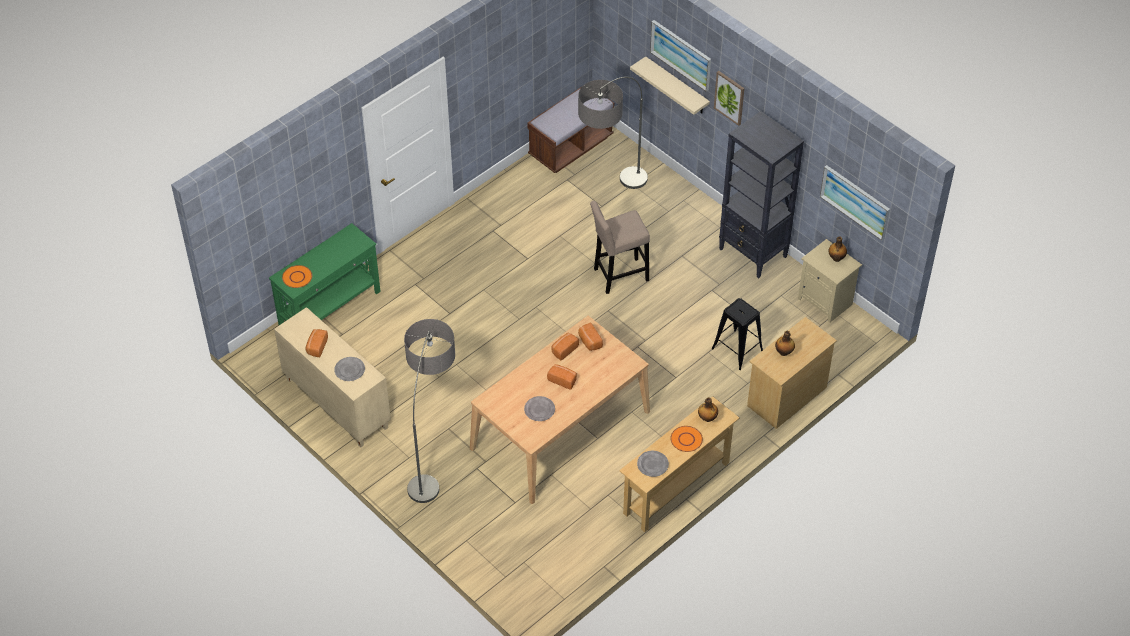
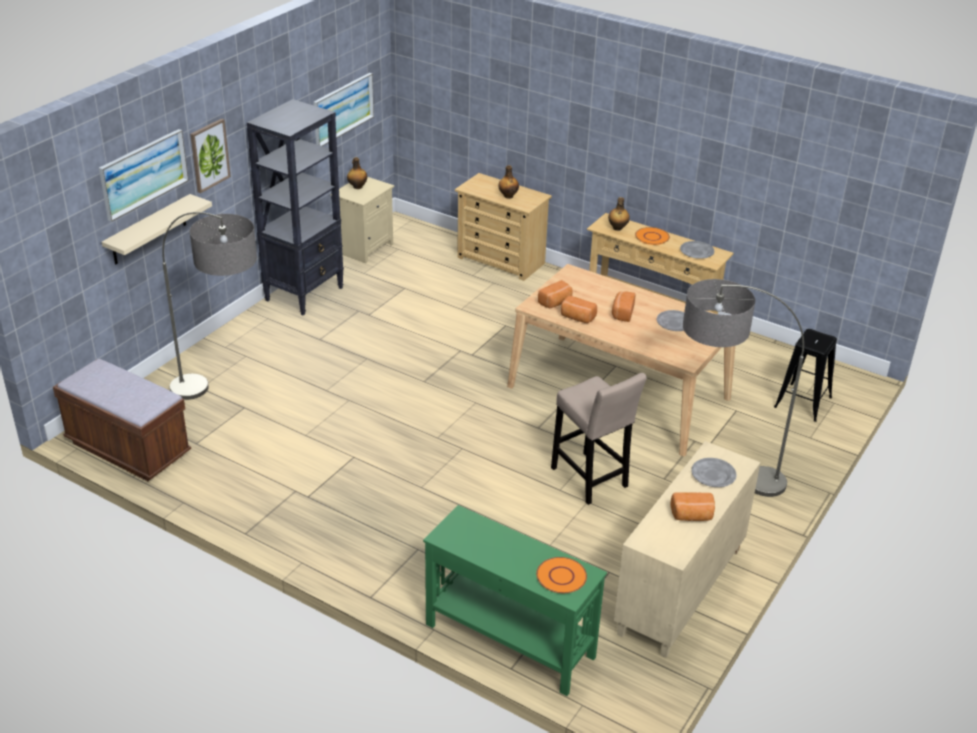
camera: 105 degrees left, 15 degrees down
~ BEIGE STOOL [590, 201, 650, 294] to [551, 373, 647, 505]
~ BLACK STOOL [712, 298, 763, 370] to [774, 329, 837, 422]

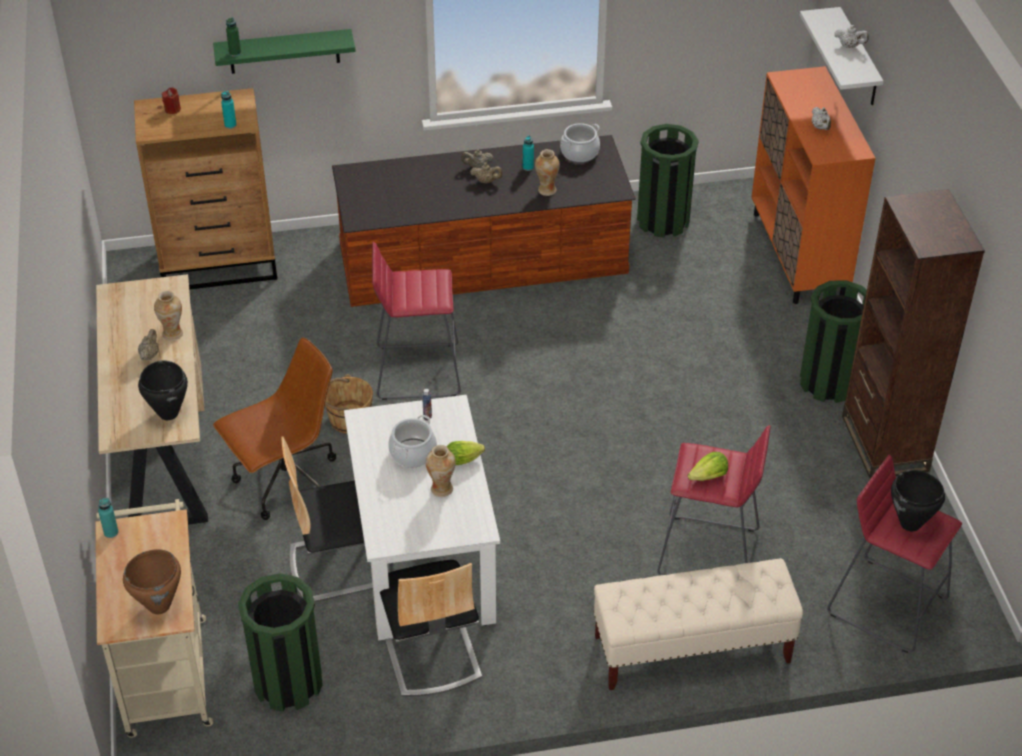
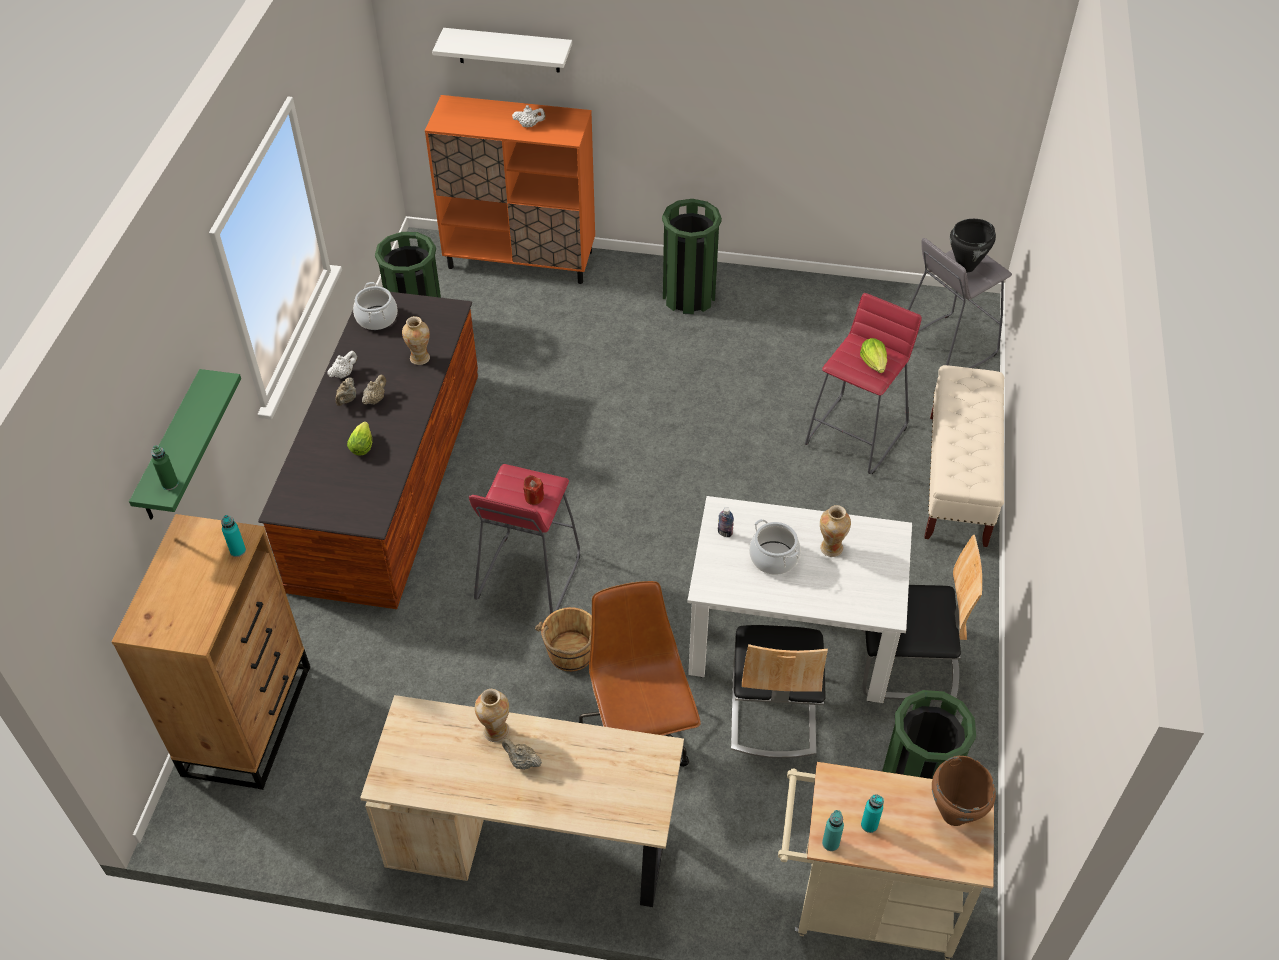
camera: 70 degrees left, 5 degrees up
~ WHITE TEAPOT [834, 25, 869, 48] to [328, 351, 357, 379]
~ RED CANDLE [162, 87, 181, 114] to [523, 475, 544, 505]
~ TURQUOISE BOTTLE [523, 136, 534, 171] to [861, 795, 884, 833]
- BROWN BOOKCASE [842, 189, 985, 479]
- BLACK COOKING POT [138, 360, 188, 420]
~ LETTUCE [447, 441, 485, 465] to [347, 422, 372, 456]
~ RED STOOL [827, 454, 962, 653] to GREY STOOL [908, 238, 1012, 369]

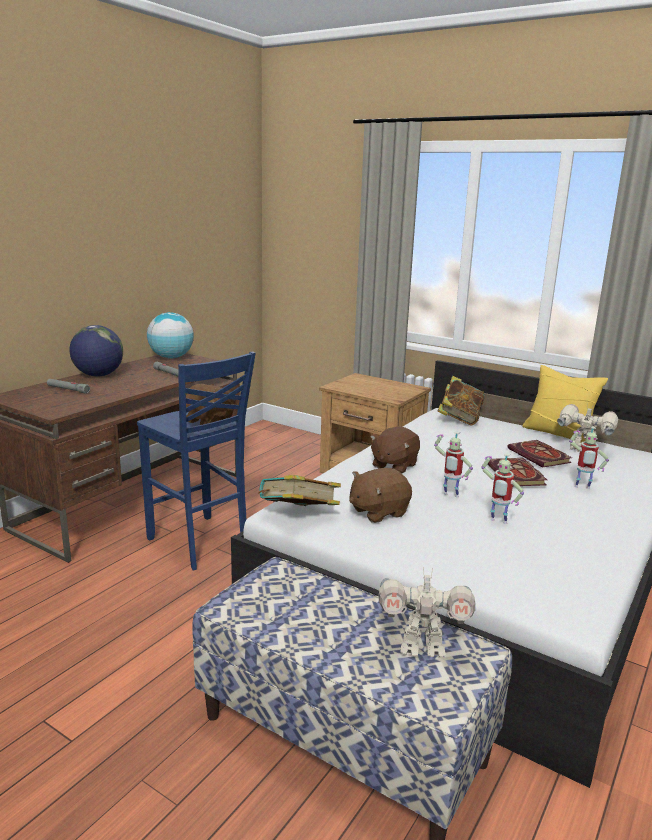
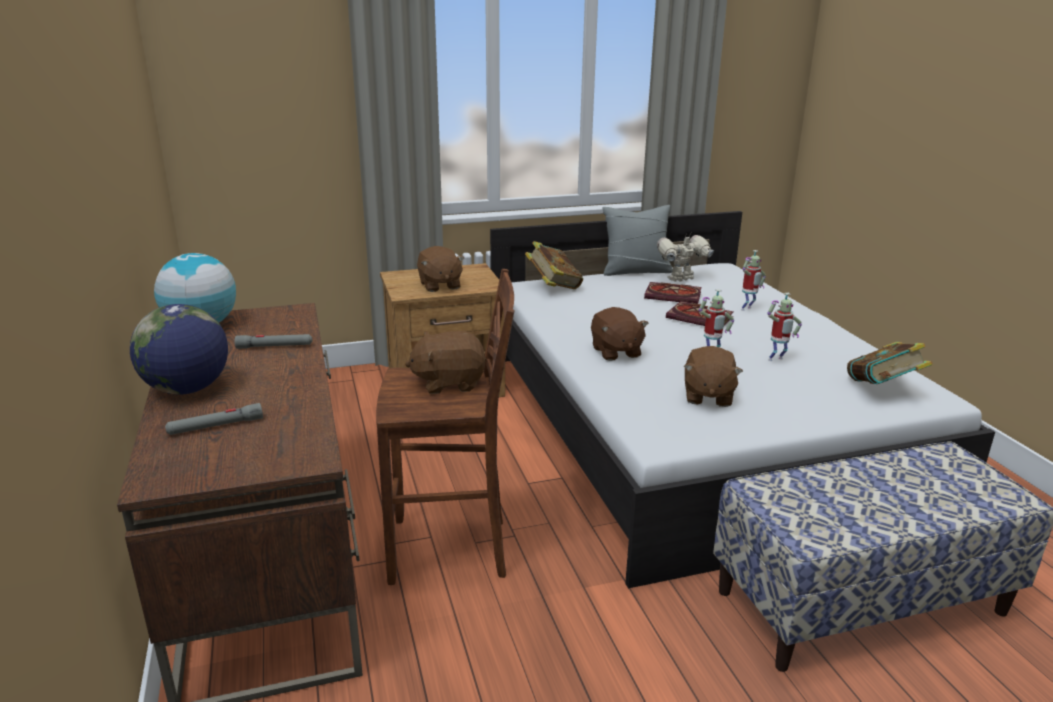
camera: 50 degrees left, 5 degrees up
~ BLUE STOOL [137, 352, 256, 570] to BROWN STOOL [376, 269, 514, 585]
~ YELLOW PILLOW [522, 365, 608, 443] to GREY PILLOW [603, 205, 673, 276]
~ BOOK [258, 475, 341, 506] to [847, 342, 933, 384]
- TOY ROBOT [379, 568, 475, 657]
+ BROWN PLUSH TOY [417, 246, 464, 292]

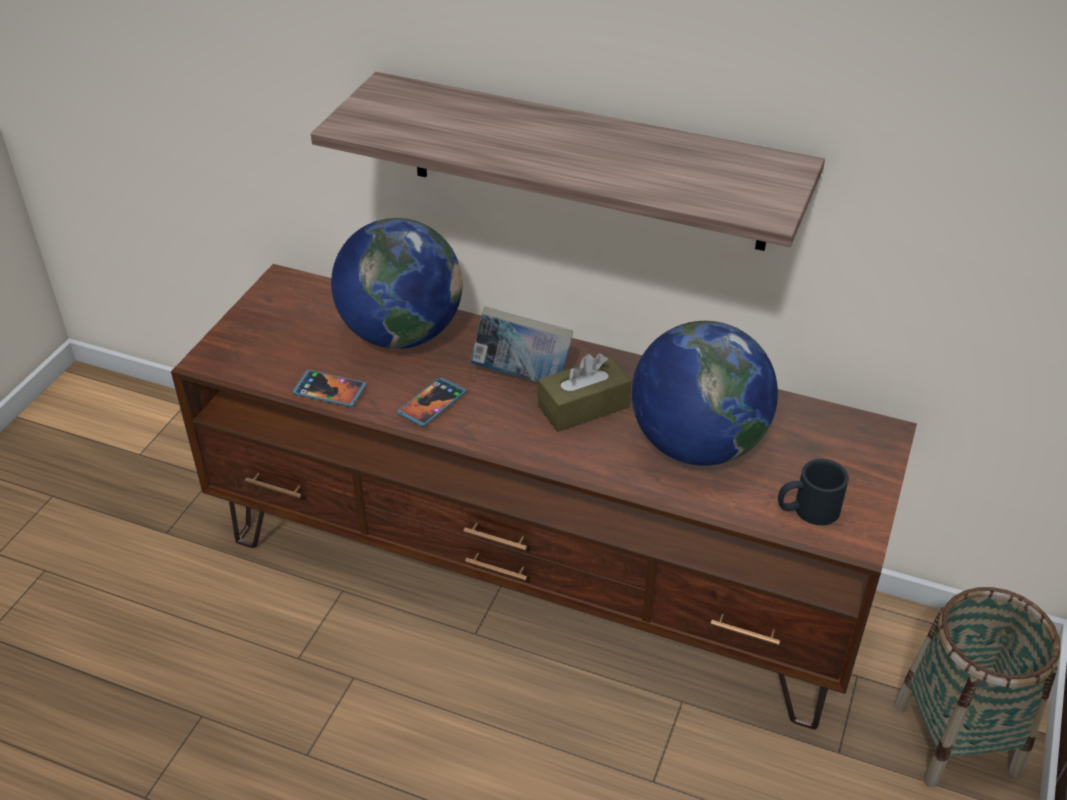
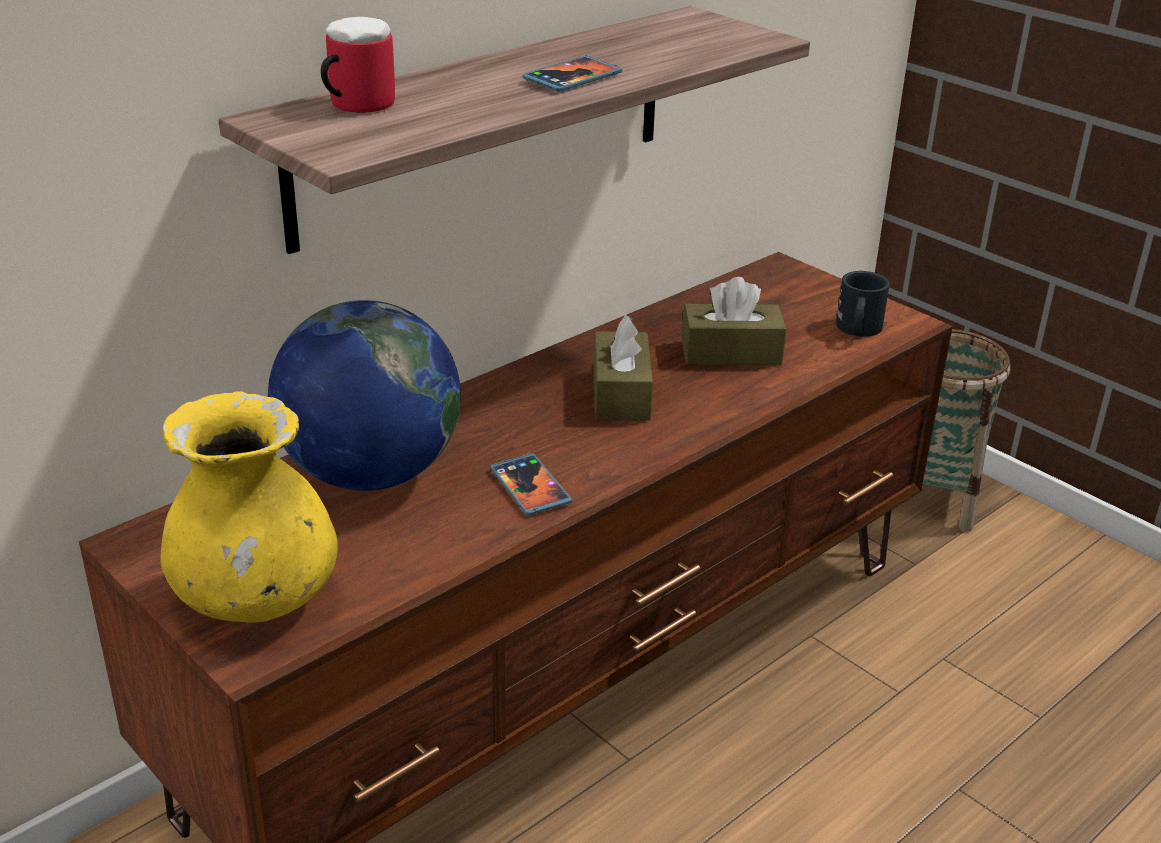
camera: 65 degrees left, 10 degrees down
- BOOK [470, 306, 573, 382]
~ GLOBE [632, 321, 778, 466] to BROWN TISSUE BOX [682, 277, 786, 365]
~ PHONE [292, 370, 367, 407] to [523, 56, 622, 92]
+ MUG [321, 17, 395, 113]
+ YELLOW VASE [160, 392, 338, 623]

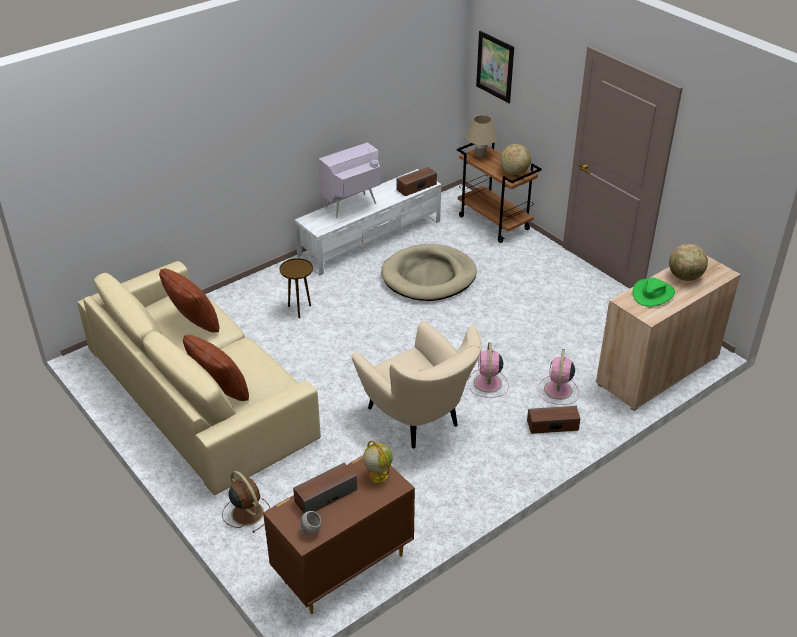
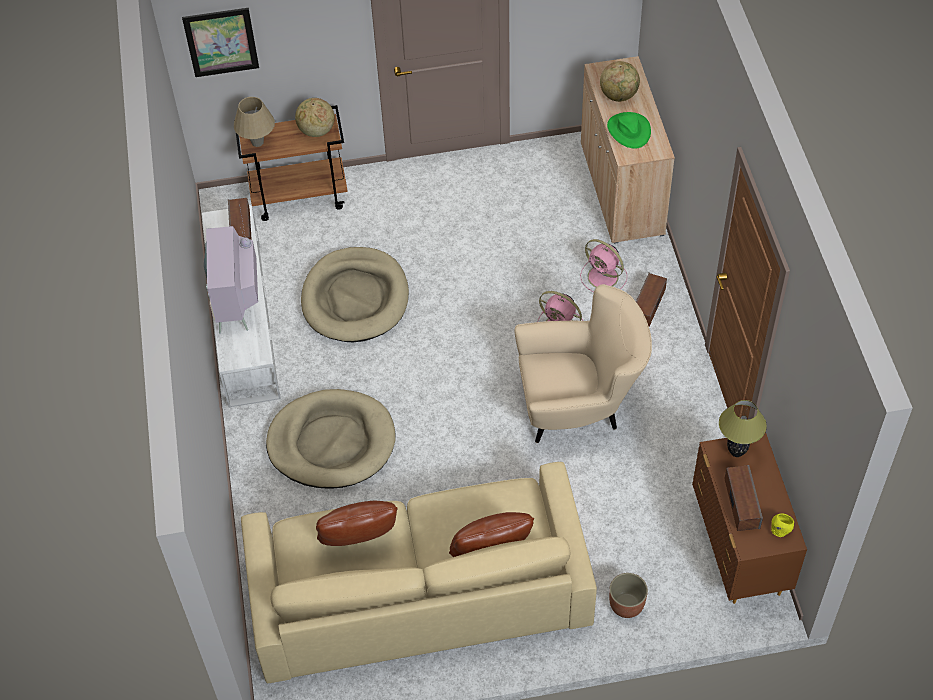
camera: 60 degrees left, 15 degrees up
~ BROWN SIDE TABLE [279, 258, 313, 318] to BEIGE DOG BED [266, 389, 395, 488]
~ GLOBE [363, 441, 393, 483] to TABLE LAMP [719, 400, 767, 457]
~ BROWN FAN [222, 471, 270, 533] to PLANTER [609, 573, 648, 618]
~ GREY BOWL [300, 511, 321, 534] to YELLOW BOWL [771, 513, 794, 537]

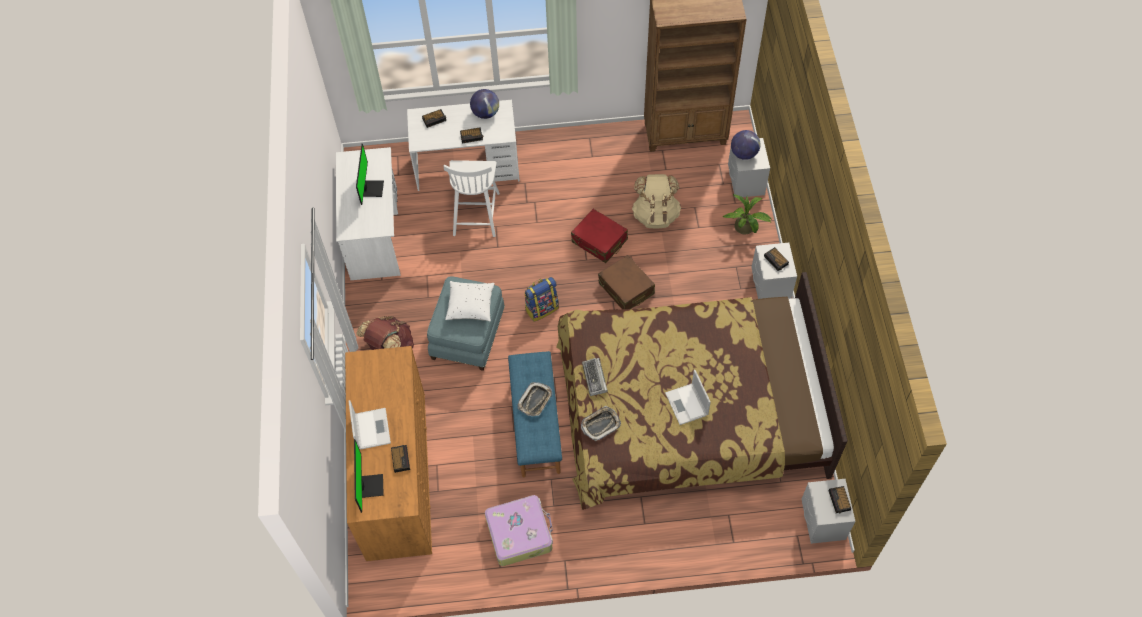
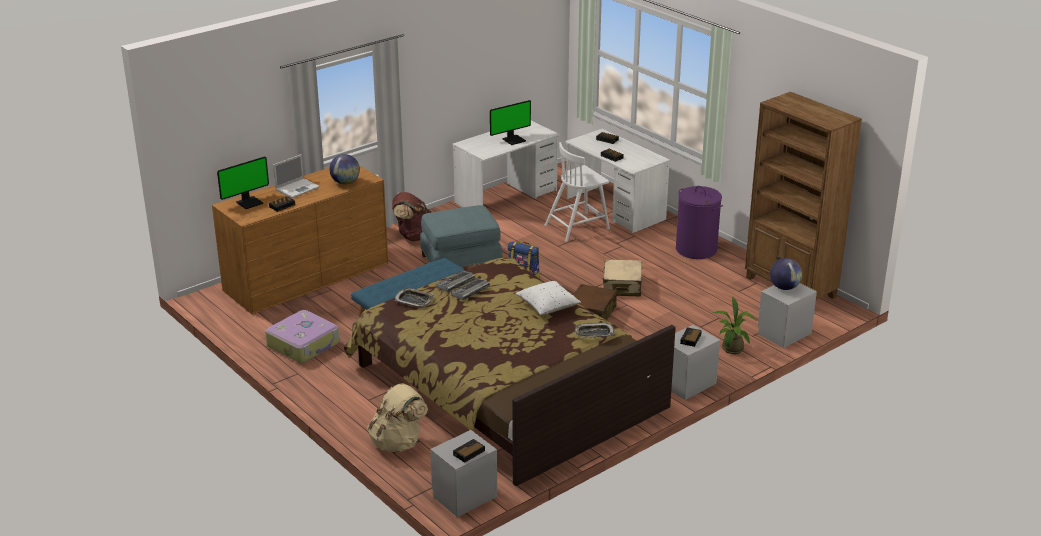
camera: 55 degrees right, 30 degrees down
~ GLOBE [470, 89, 499, 119] to [329, 154, 360, 184]
~ BEIGE BACKPACK [632, 174, 681, 229] to [367, 383, 428, 452]
~ RED SUITCASE [571, 209, 628, 263] to BEIGE SUITCASE [603, 259, 642, 296]
~ WHITE PILLOW [445, 281, 495, 321] to [516, 281, 581, 315]
- LAPTOP [665, 370, 711, 425]
~ TRAY [518, 382, 552, 416] to [575, 323, 615, 338]
+ PURPLE LAUNDRY BASKET [676, 186, 723, 259]
+ KEYBOARD [451, 278, 490, 300]

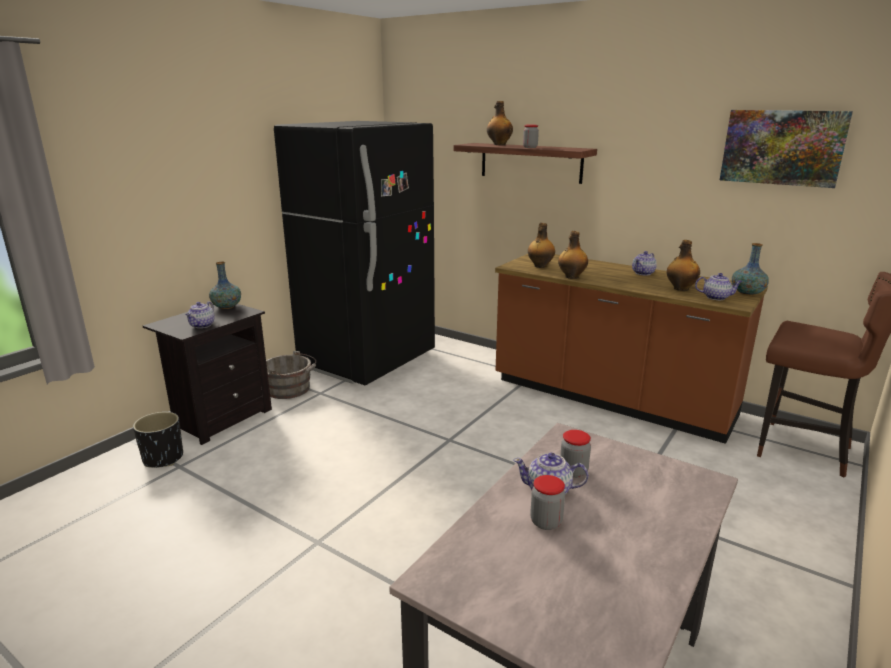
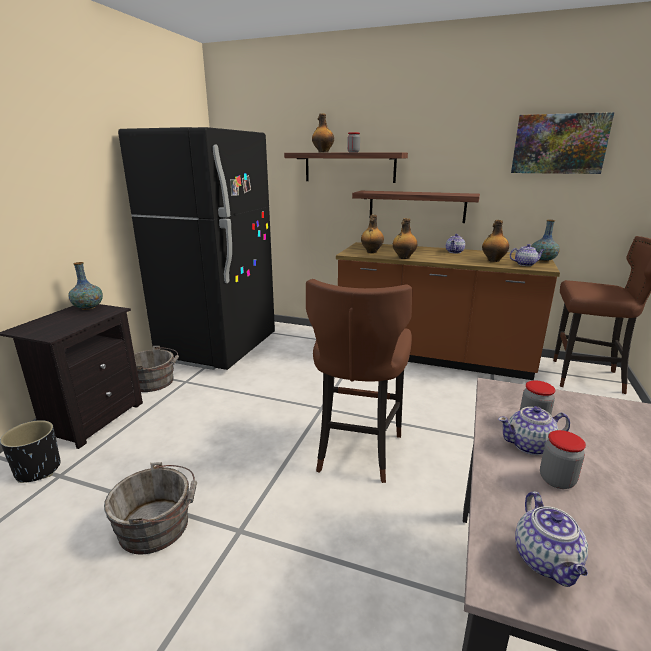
camera: 15 degrees left, 0 degrees up
~ TEAPOT [185, 302, 215, 328] to [515, 491, 588, 587]
+ SHELF [352, 191, 480, 223]
+ BROWN STOOL [306, 279, 412, 483]
+ GREY BUCKET [104, 462, 197, 554]

